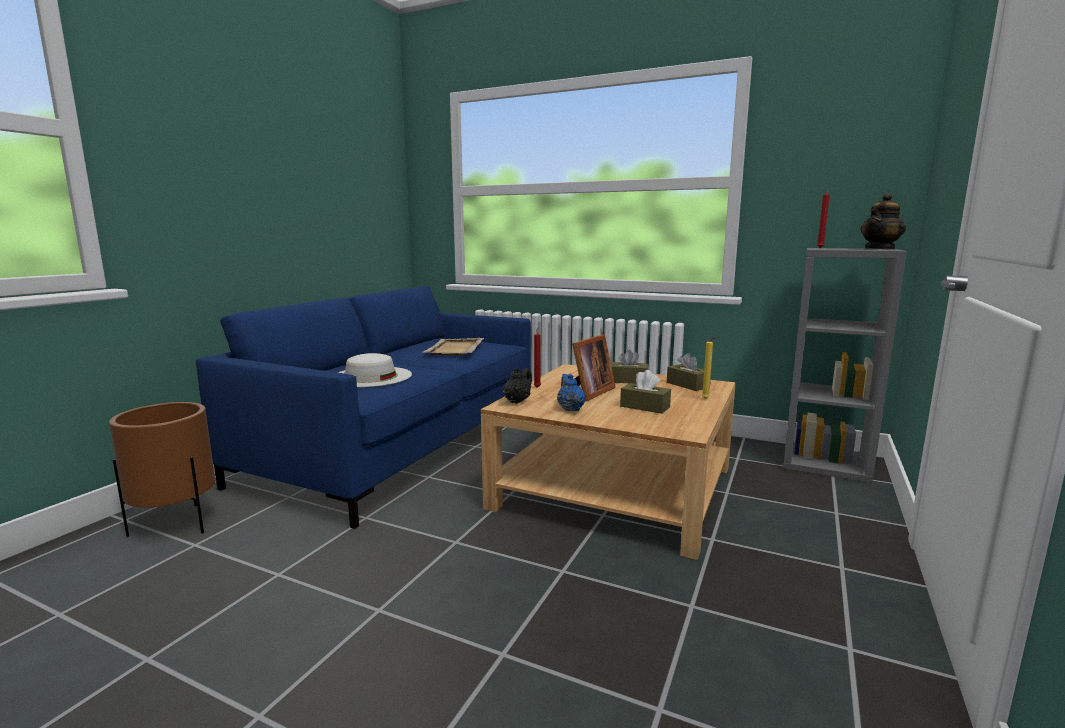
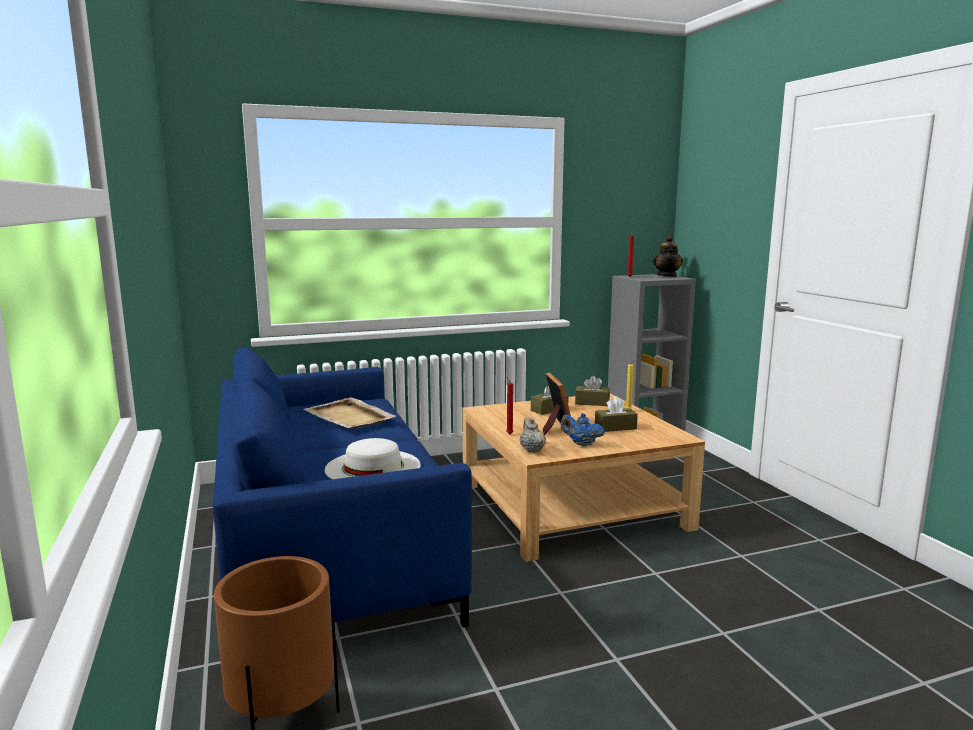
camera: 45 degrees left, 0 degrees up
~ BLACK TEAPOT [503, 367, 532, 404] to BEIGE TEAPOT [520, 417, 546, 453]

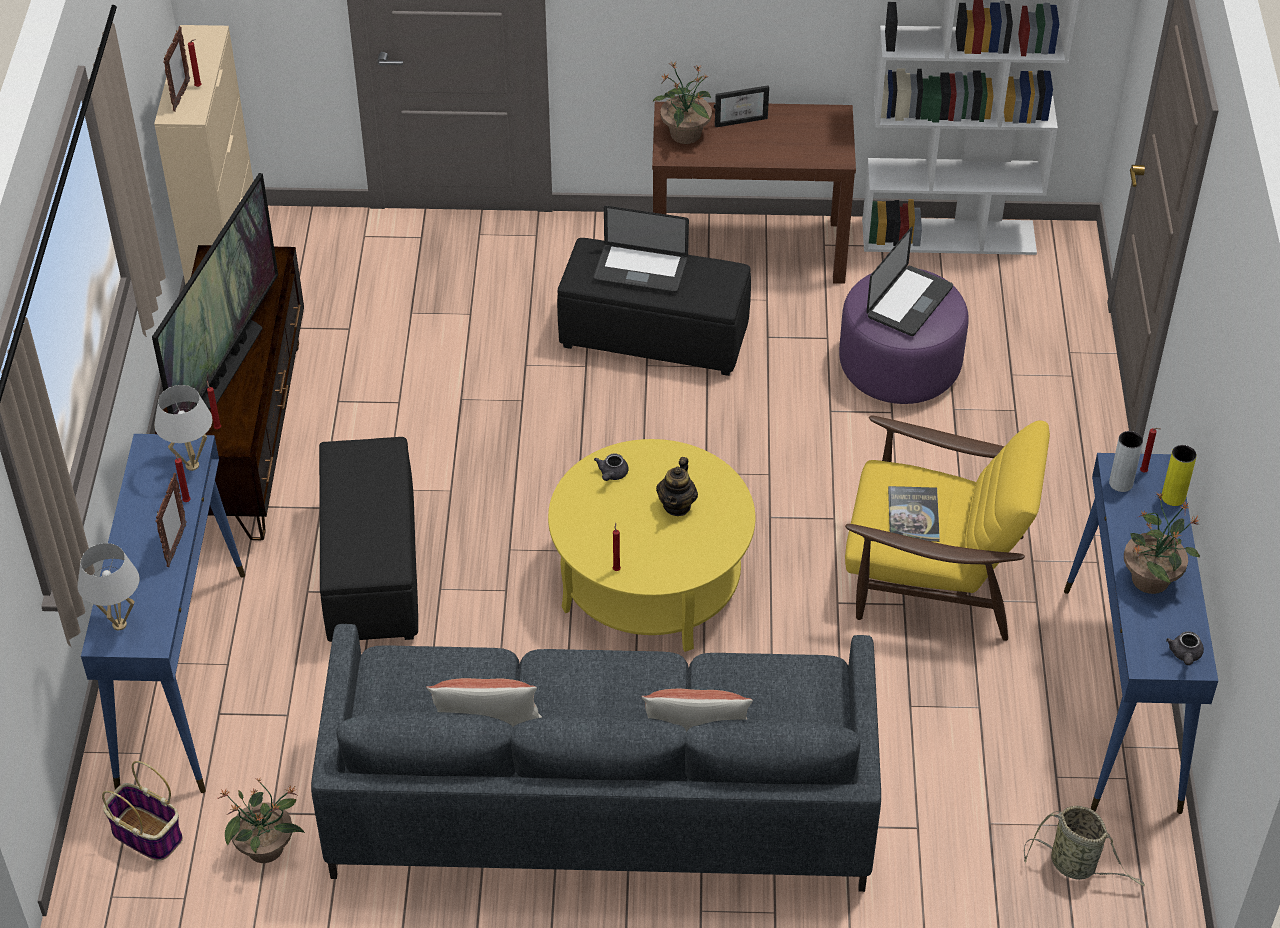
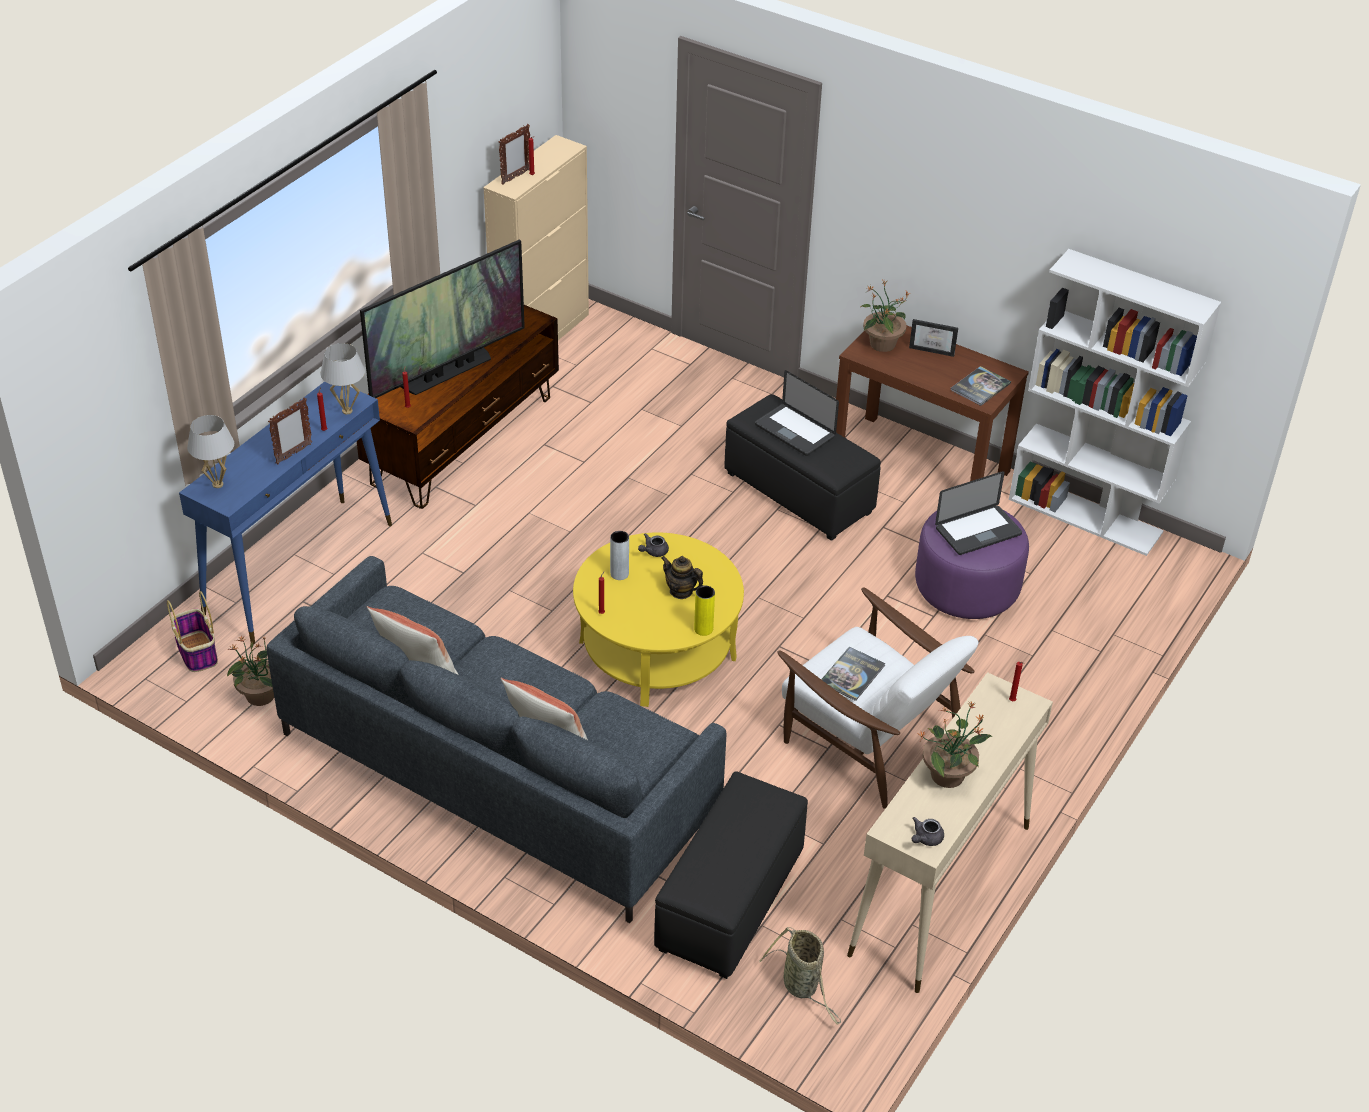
camera: 30 degrees right, 5 degrees down
~ YELLOW ARMCHAIR [845, 416, 1050, 641] to WHITE ARMCHAIR [778, 587, 979, 809]
~ GREY VASE [1109, 431, 1143, 492] to [610, 531, 629, 580]
~ BLACK OTTOMAN [319, 437, 418, 642] to [654, 771, 808, 979]
~ YELLOW VASE [1162, 445, 1197, 506] to [694, 586, 715, 636]
~ BLUE CONSOLE TABLE [1064, 453, 1218, 814] to BEIGE CONSOLE TABLE [847, 672, 1053, 993]
~ TEAPOT [656, 457, 698, 516] = [661, 556, 703, 599] 75 degrees clockwise
+ BOOK [951, 366, 1011, 406]

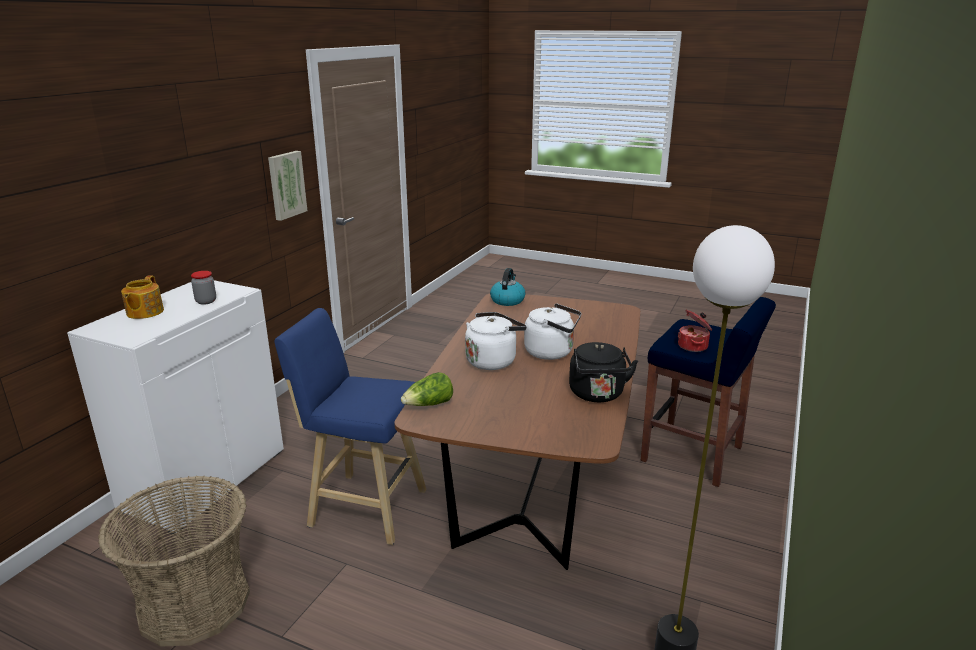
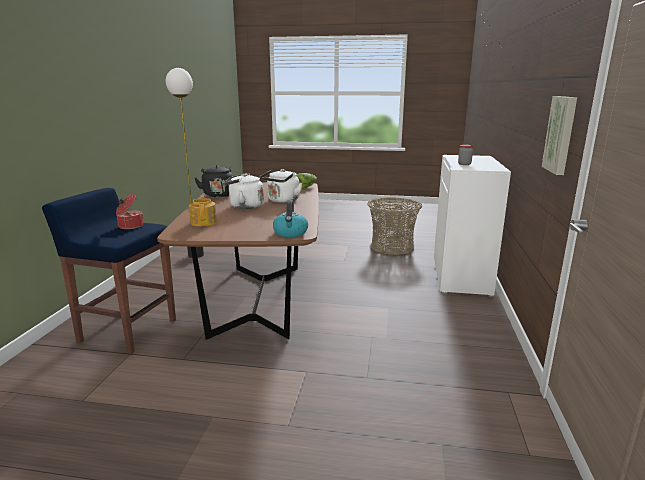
camera: 165 degrees right, 5 degrees down
~ TEAPOT [121, 275, 164, 319] to [189, 196, 217, 226]
- BLUE STOOL [274, 308, 427, 545]

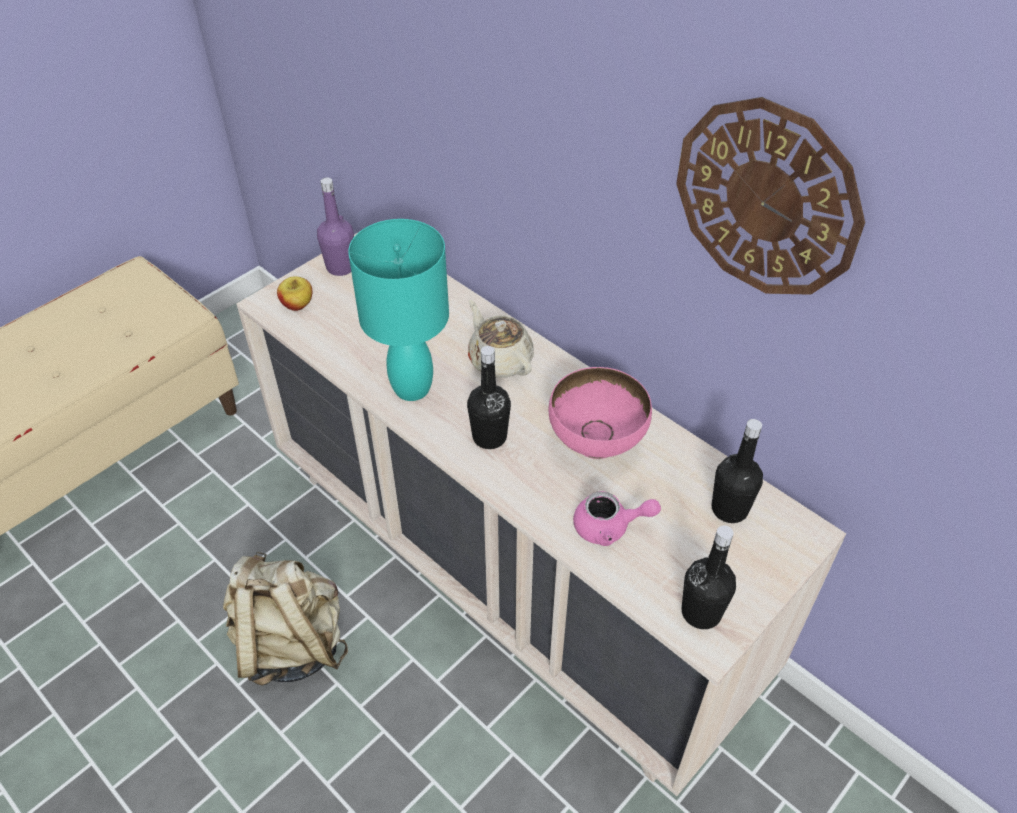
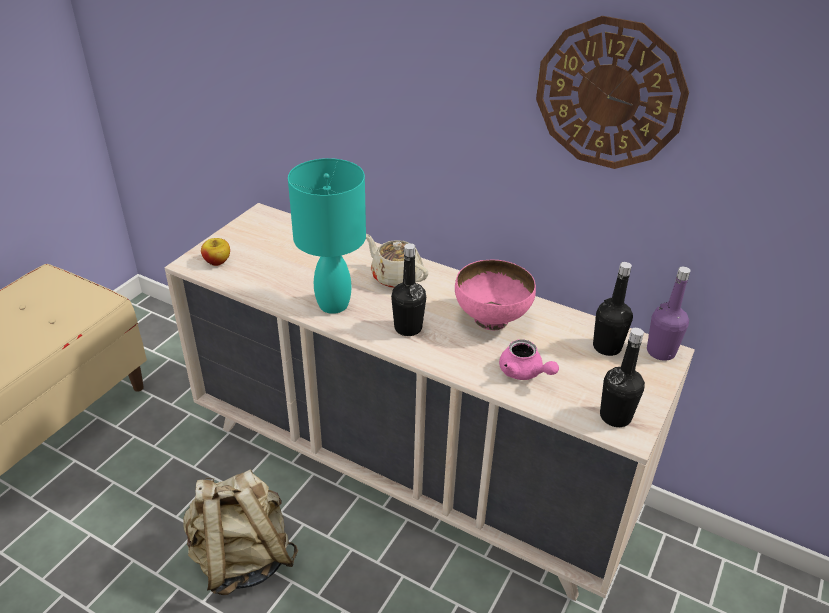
camera: 15 degrees left, 10 degrees down
~ PURPLE BOTTLE [317, 177, 354, 276] to [647, 266, 690, 361]
~ PINK TEAPOT [573, 491, 661, 546] = [499, 339, 559, 380] 60 degrees clockwise

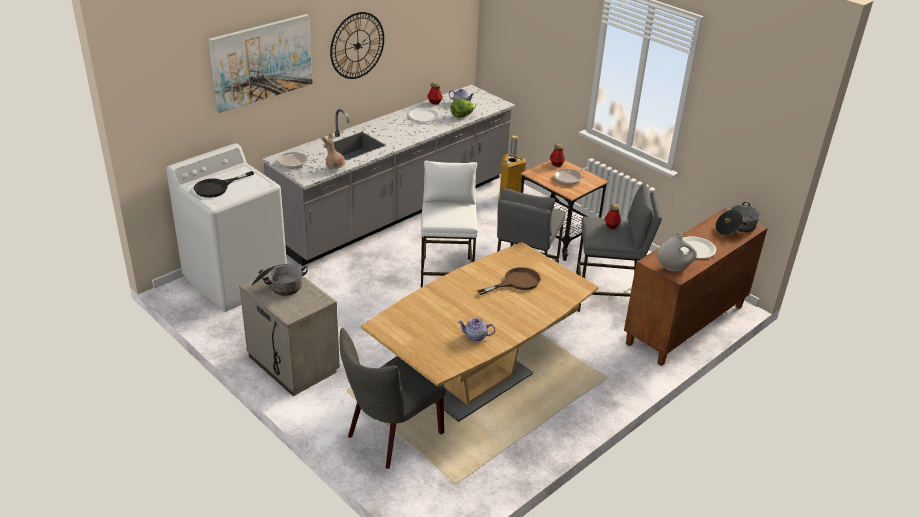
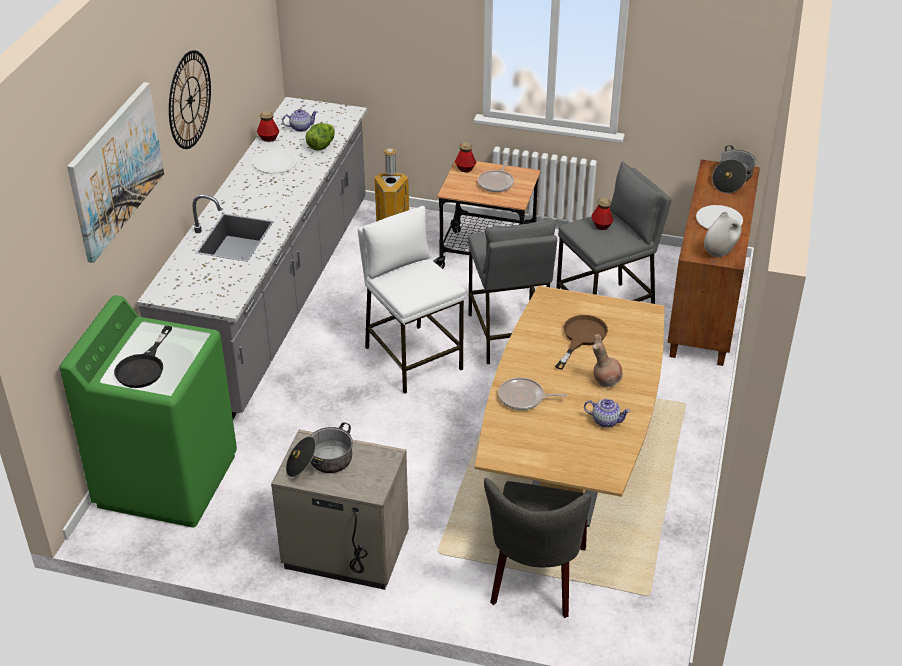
camera: 30 degrees left, 5 degrees up
~ BROWN VASE [321, 133, 346, 170] to [592, 334, 623, 387]
~ WHITE WASHING MACHINE [166, 143, 287, 312] to GREEN WASHING MACHINE [60, 295, 237, 527]
~ FRYING PAN [277, 152, 313, 169] to [498, 377, 567, 410]
~ TEAPOT [458, 318, 496, 341] = [584, 399, 631, 428] 135 degrees counterclockwise

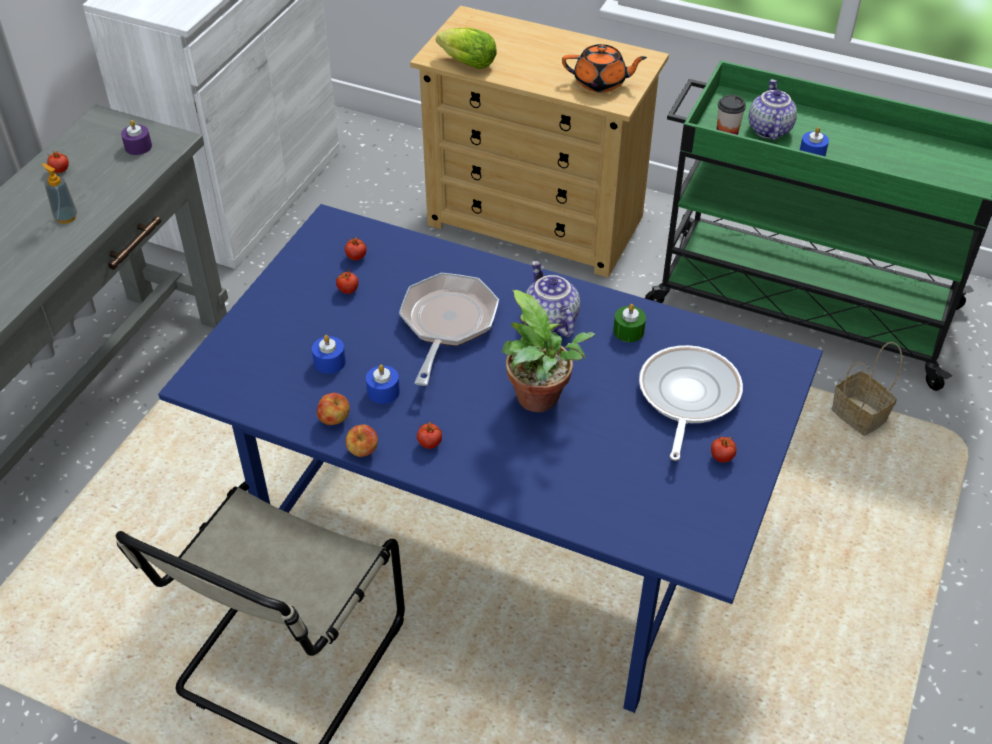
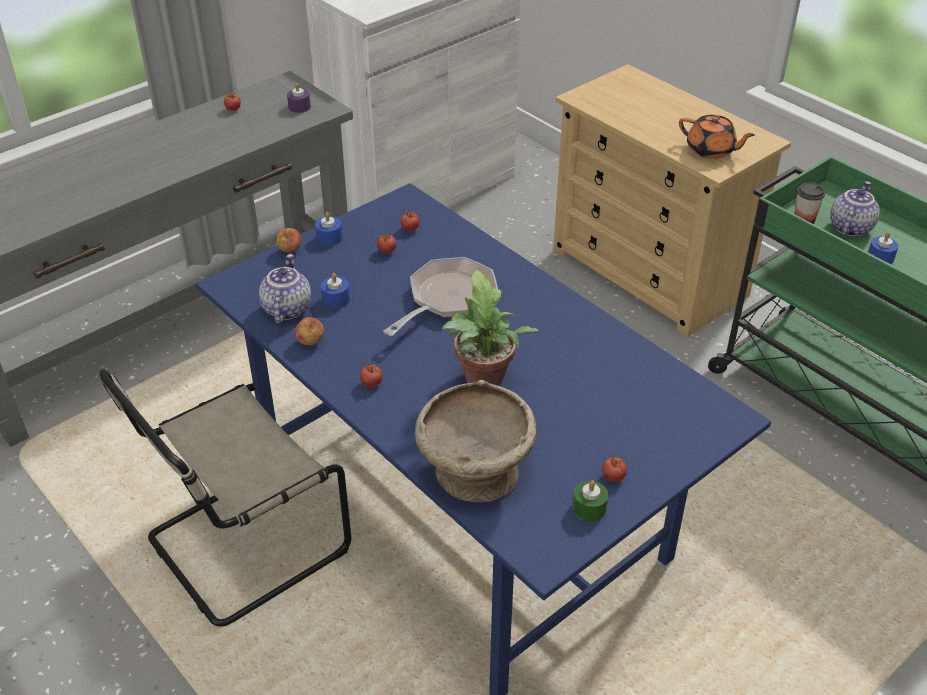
camera: 25 degrees right, 5 degrees down
- LETTUCE [436, 28, 497, 69]
- SOAP DISPENSER [42, 163, 77, 223]
~ TEAPOT [526, 261, 580, 337] to [259, 254, 311, 323]
~ GREEN CANDLE [613, 304, 646, 342] to [572, 480, 608, 521]
- BASKET [832, 341, 902, 436]
- FRYING PAN [639, 345, 743, 461]
~ BLUE CANDLE [366, 365, 400, 404] to [315, 212, 343, 246]
~ APPLE [345, 424, 378, 457] to [276, 228, 302, 252]
+ BEIGE BOWL [415, 380, 537, 502]

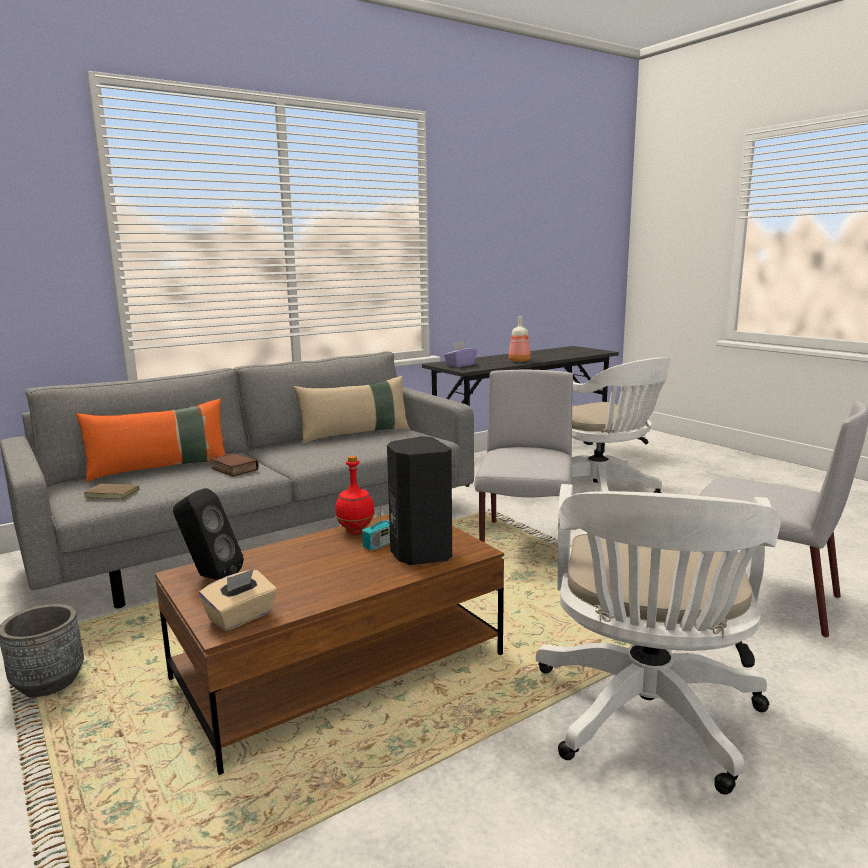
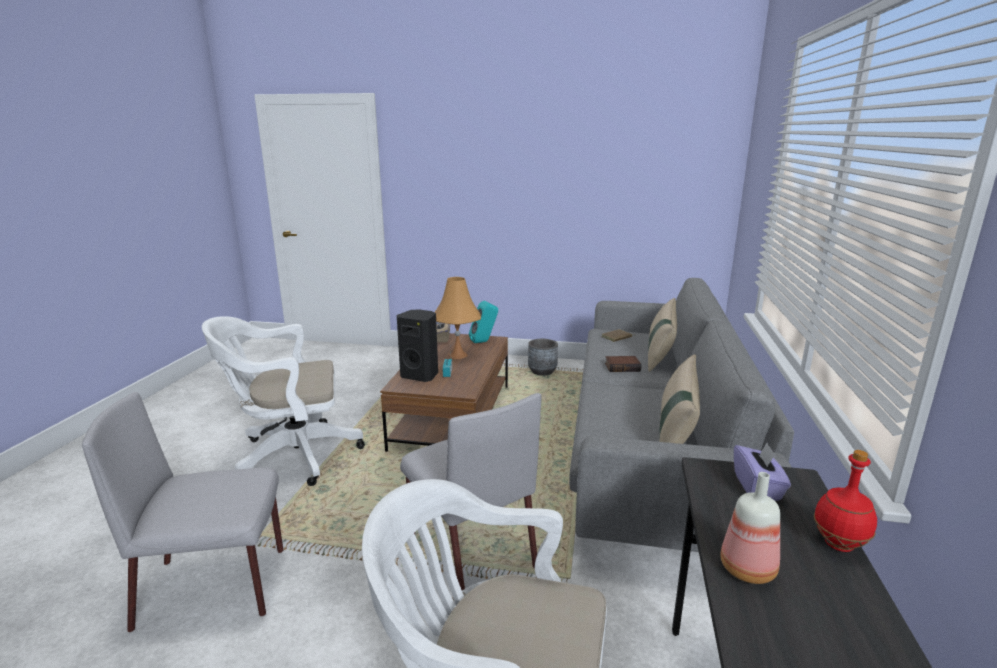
camera: 135 degrees right, 5 degrees up
~ ORANGE PILLOW [76, 399, 225, 482] to BEIGE PILLOW [648, 298, 677, 372]
~ RED BOTTLE [335, 456, 375, 534] to [814, 450, 877, 552]
~ WHITE OFFICE CHAIR [536, 484, 781, 795] = [202, 317, 365, 486] 75 degrees counterclockwise
~ BLACK SPEAKER [173, 488, 244, 580] to TURQUOISE SPEAKER [469, 301, 498, 343]
+ ORANGE TABLE LAMP [434, 277, 481, 359]

